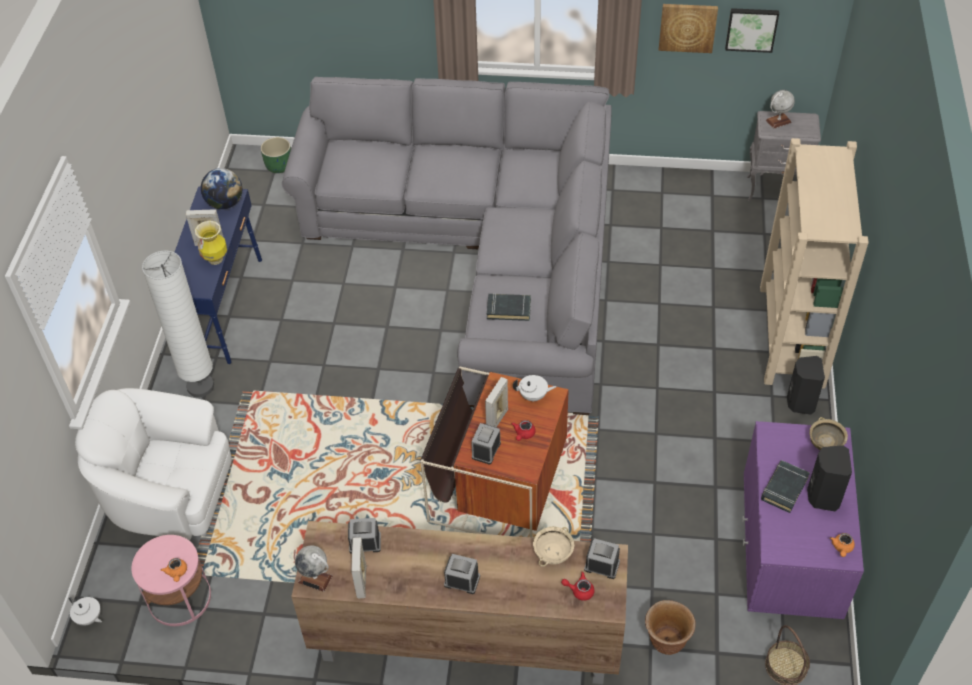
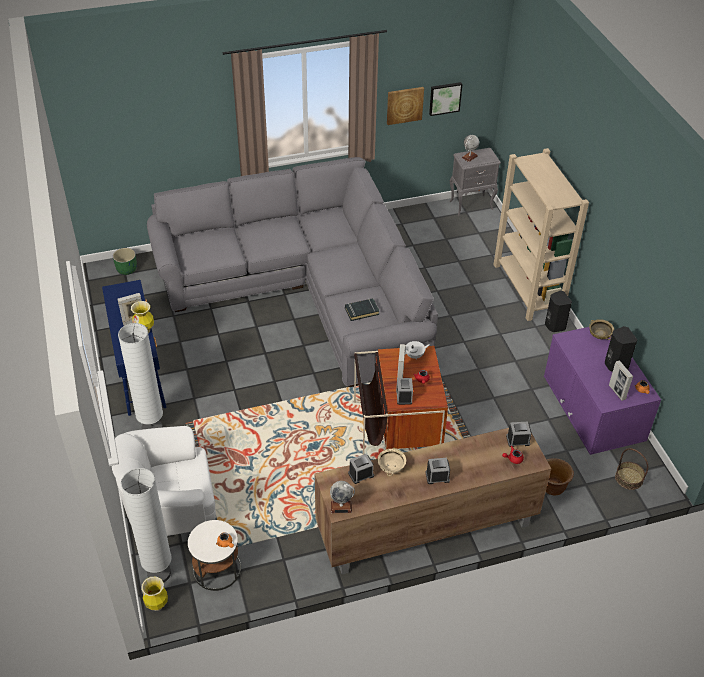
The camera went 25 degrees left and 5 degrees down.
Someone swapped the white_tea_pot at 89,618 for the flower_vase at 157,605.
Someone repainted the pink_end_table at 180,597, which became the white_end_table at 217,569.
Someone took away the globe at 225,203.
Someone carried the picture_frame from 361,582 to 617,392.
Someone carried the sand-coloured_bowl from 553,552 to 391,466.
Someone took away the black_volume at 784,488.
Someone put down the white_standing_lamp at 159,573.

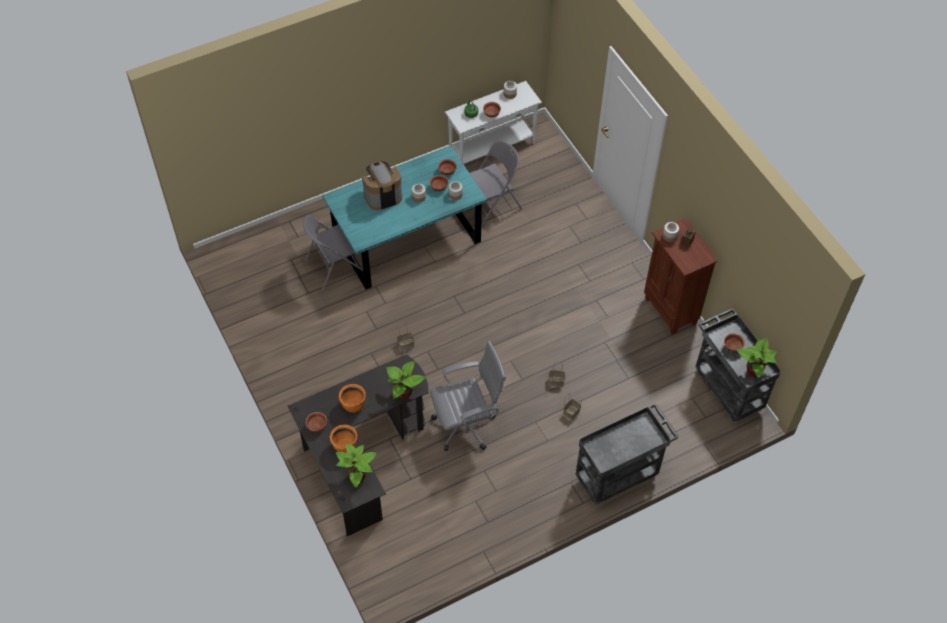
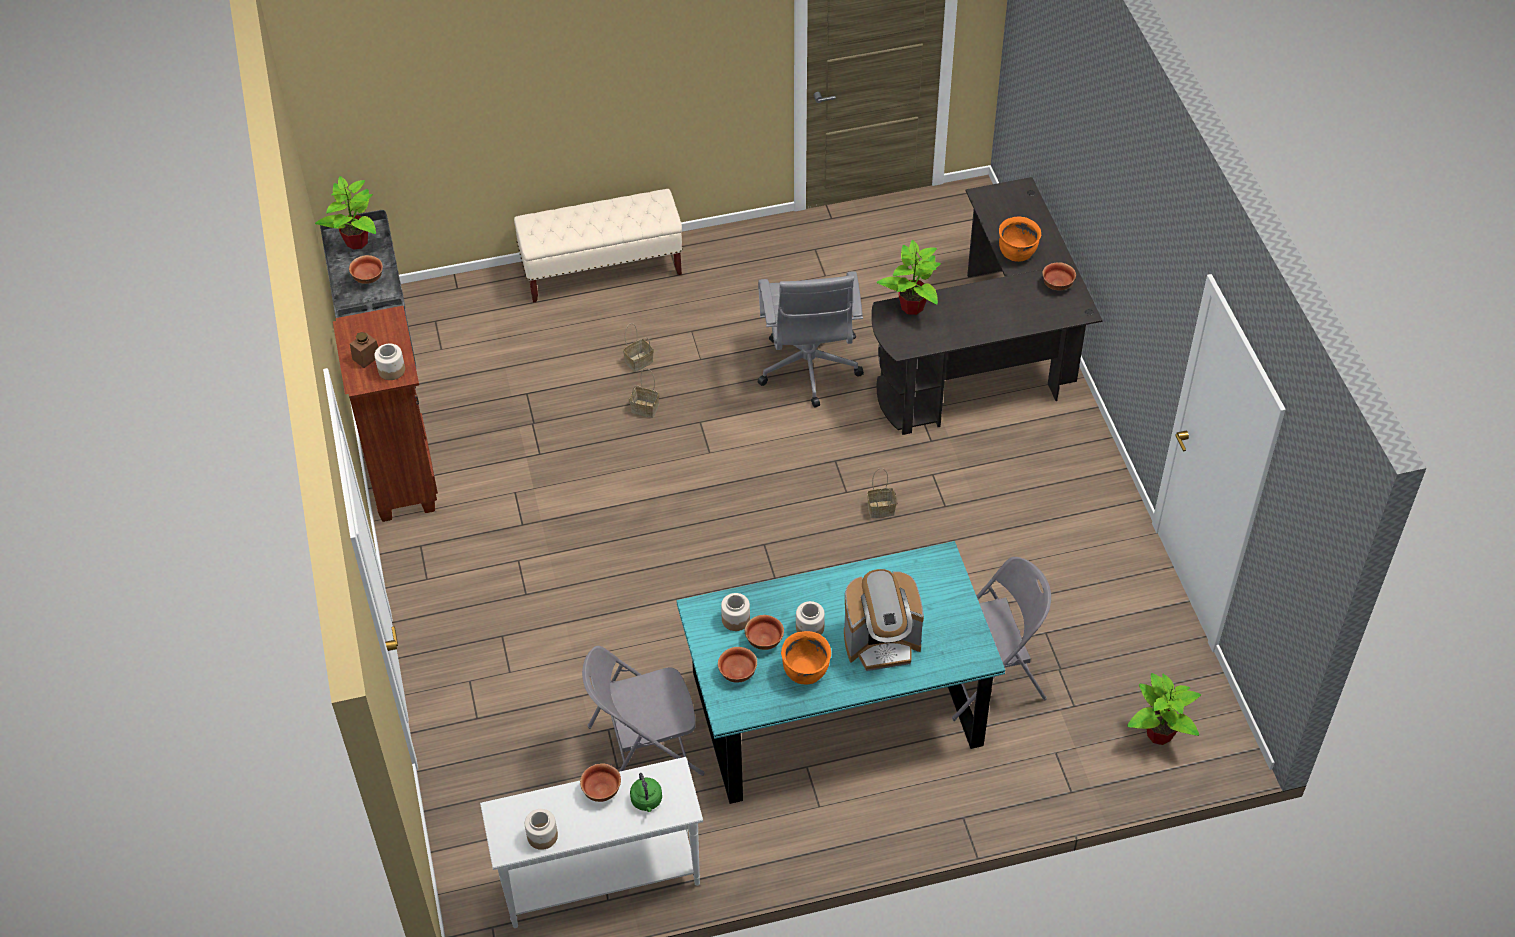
The camera went 165 degrees left and 5 degrees down.
Someone carried the plant_in_a_pot from 358,476 to 1158,733.
Someone carried the orangey_stockpot from 353,405 to 806,672.
Someone rotated the gray_computer_chair at 467,425 by 90 degrees counterclockwise.
Someone swapped the black_trolley at 619,476 for the sand-coloured_indoor_bench at 602,269.

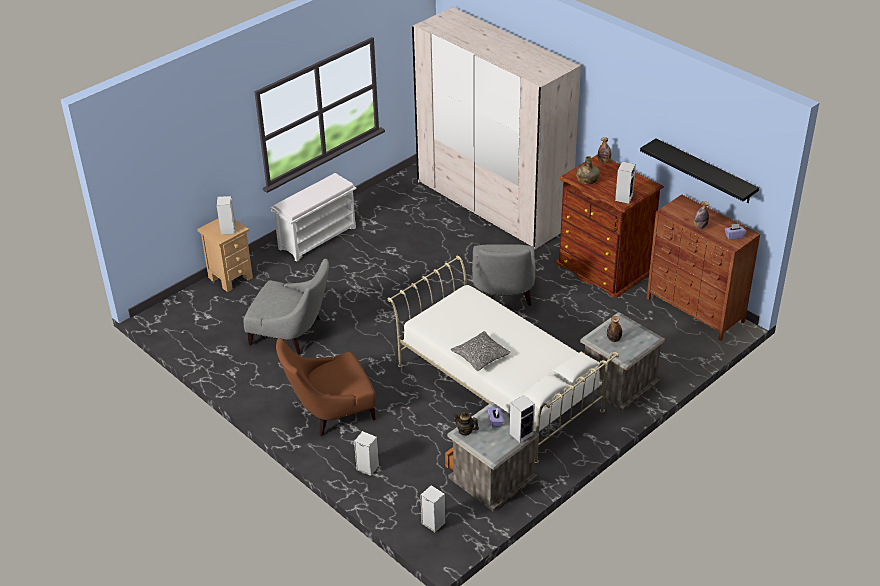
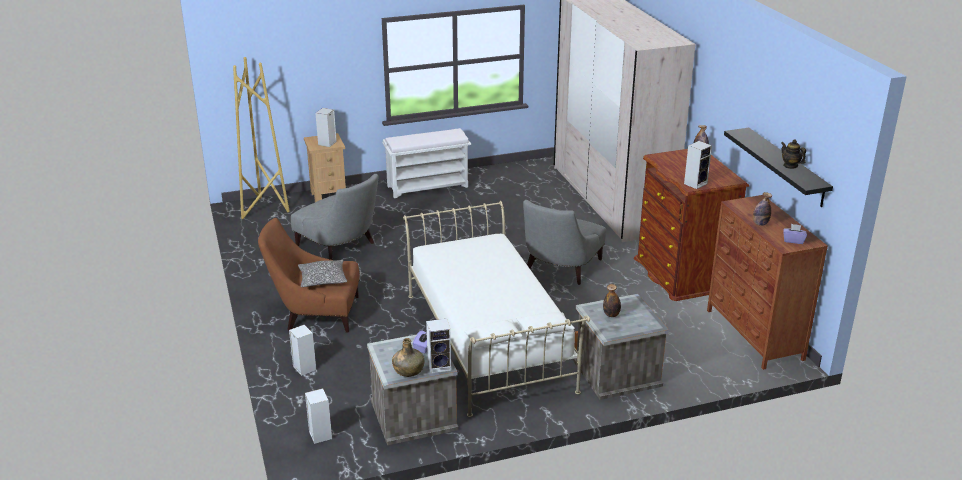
The camera went 25 degrees right and 10 degrees down.
Someone carried the cushion from 480,356 to 322,279.
Someone carried the tea_pot from 465,431 to 790,166.
Someone carried the green-coloured_beverage_bottle from 587,180 to 408,370.
Someone put down the yellow_garment_rack at 264,209.

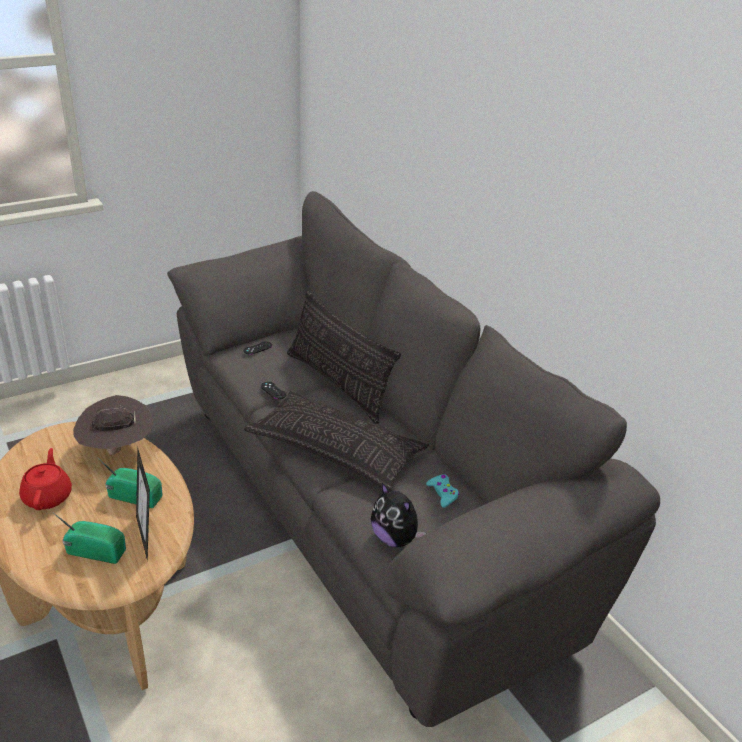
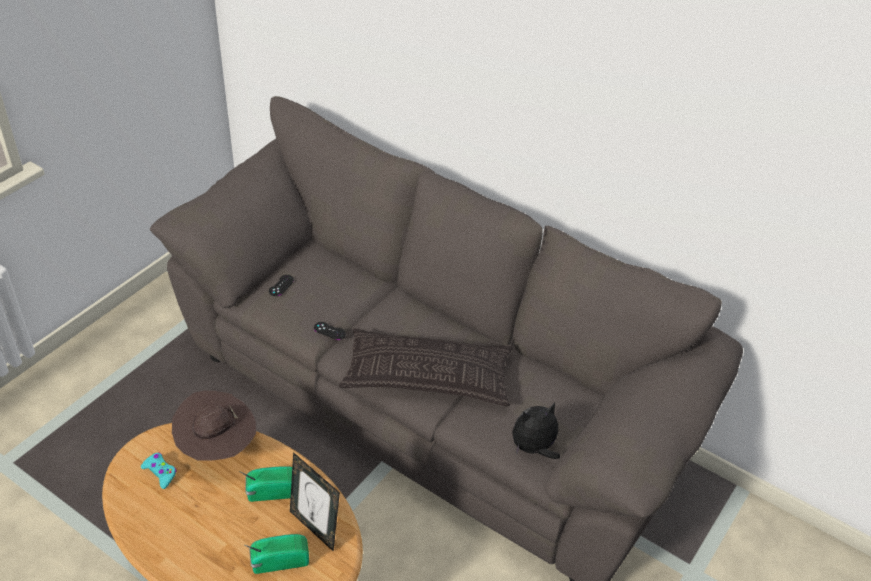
The camera went 25 degrees left and 10 degrees up.
Someone took away the red-coloured_tea_pot at 48,496.
Someone took away the cushion at 338,384.
Someone rotated the plush_toy at 395,538 by 135 degrees clockwise.
Someone carried the turquoise-coloured_gamepad from 443,494 to 160,472.

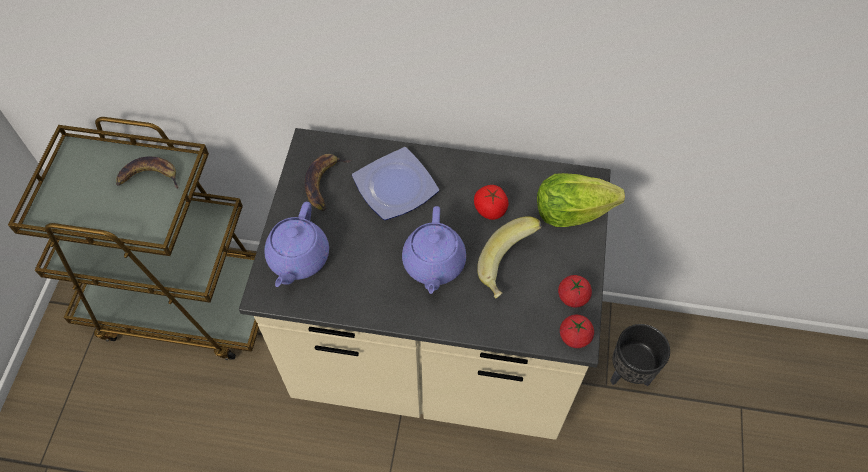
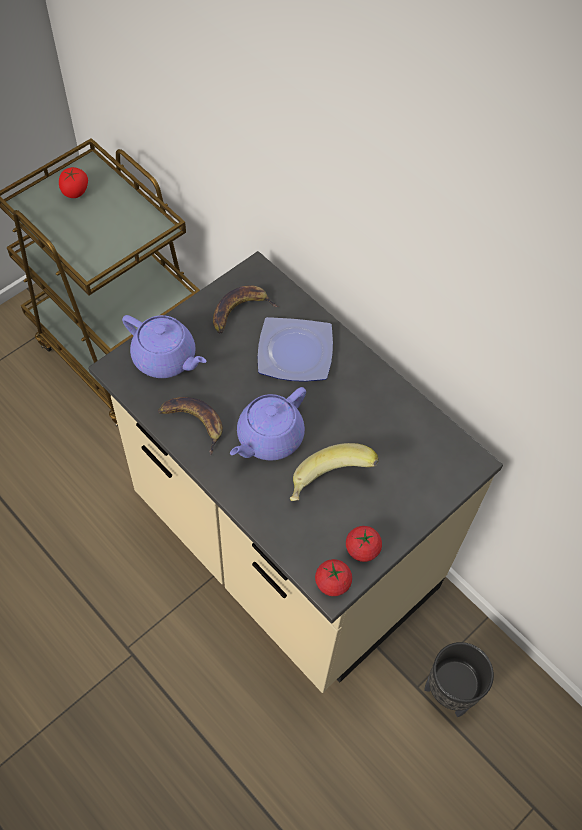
The camera went 35 degrees right and 0 degrees up.
Someone carried the whole_banana from 149,176 to 194,423.
Someone rotated the purplish_tea_pot at 298,259 by 105 degrees counterclockwise.
Someone carried the whole_tomato from 490,209 to 75,191.
Someone took away the head_of_lettuce at 571,212.

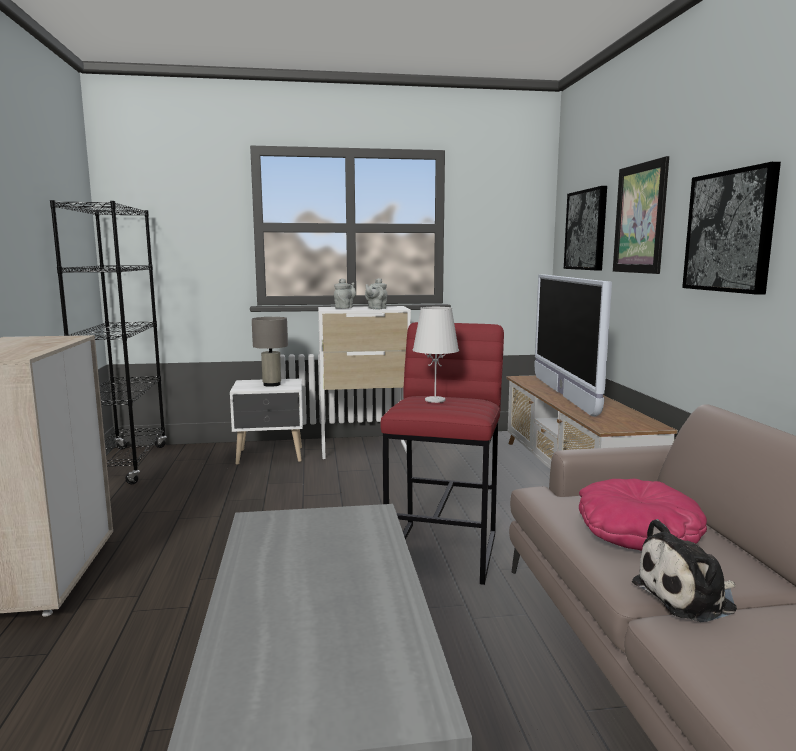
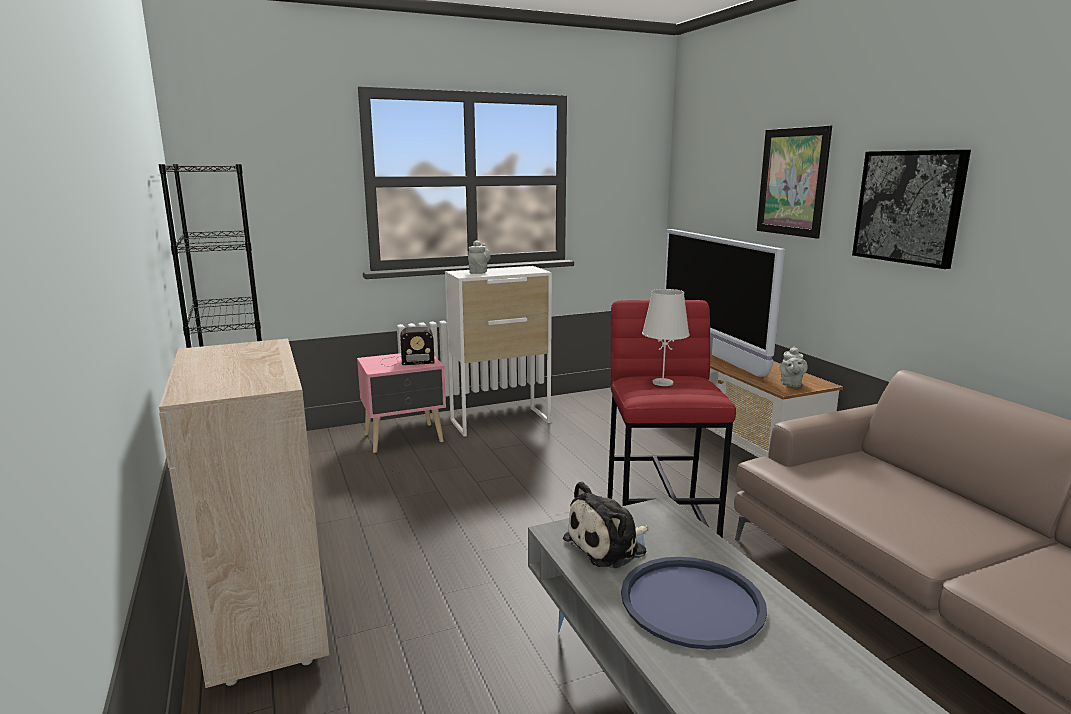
The camera went 15 degrees left and 5 degrees up.
Someone repainted the white_night_table at 271,456, which became the pink_night_table at 405,438.
Someone swapped the gray_lamp_for_a_table at 272,384 for the radio_set at 405,361.
Someone carried the gray_tea_pot from 376,308 to 790,384.
Someone took away the picture at 586,230.
Someone took away the pink_cushion at 639,532.
Someone carried the plush_toy from 688,597 to 609,545.
Someone put down the blue-coloured_tray at 692,602.

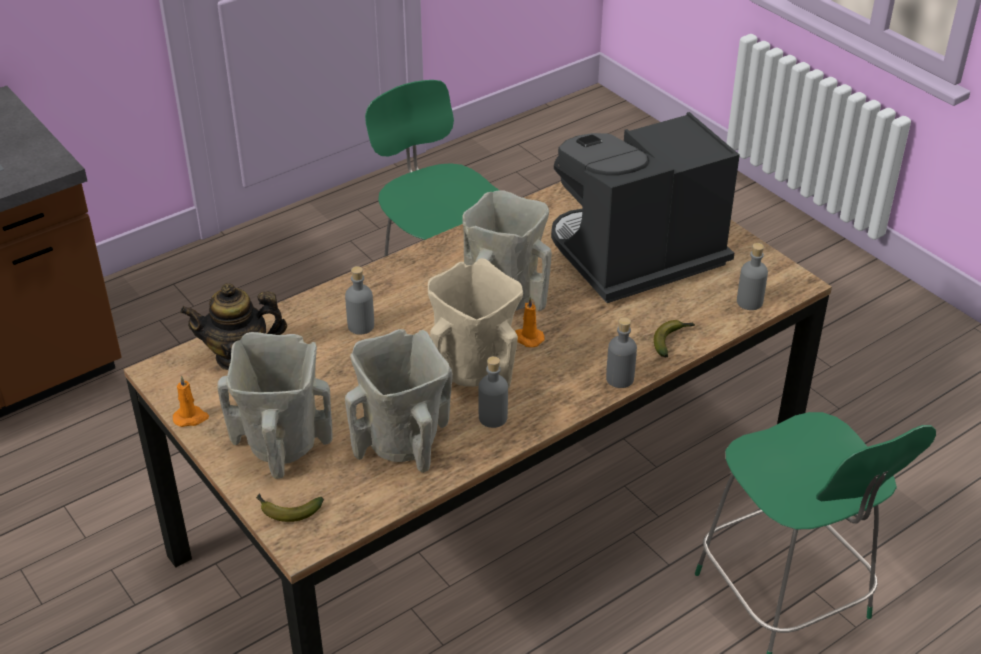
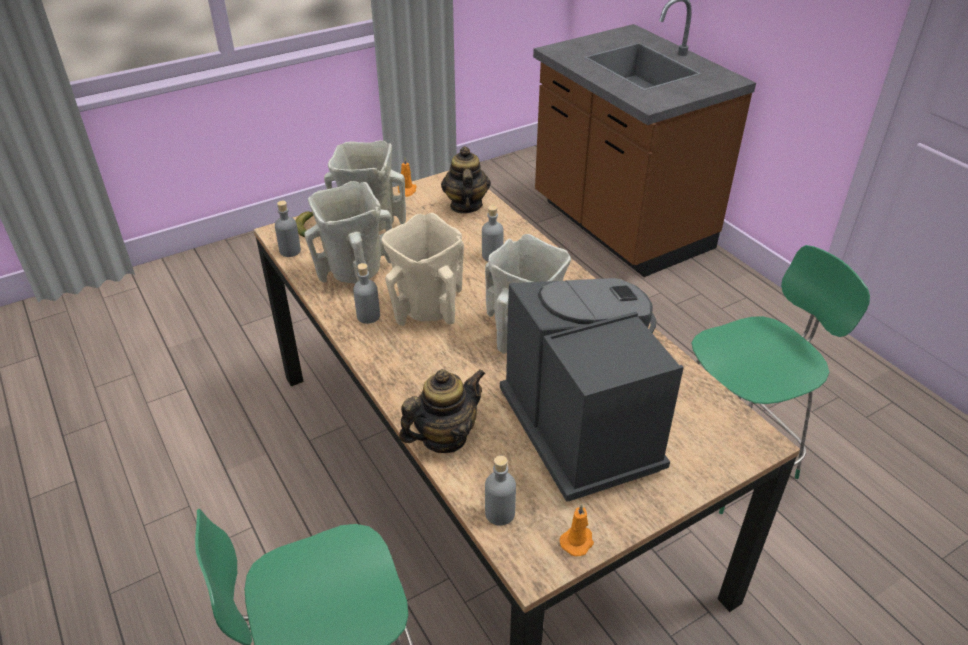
The camera went 95 degrees right and 0 degrees up.
Someone carried the orangey_wax_light from 528,338 to 577,541.
Someone carried the gray_beverage_bottle from 620,378 to 290,251.
Someone swapped the whole_banana at 672,341 for the tea_pot at 444,437.

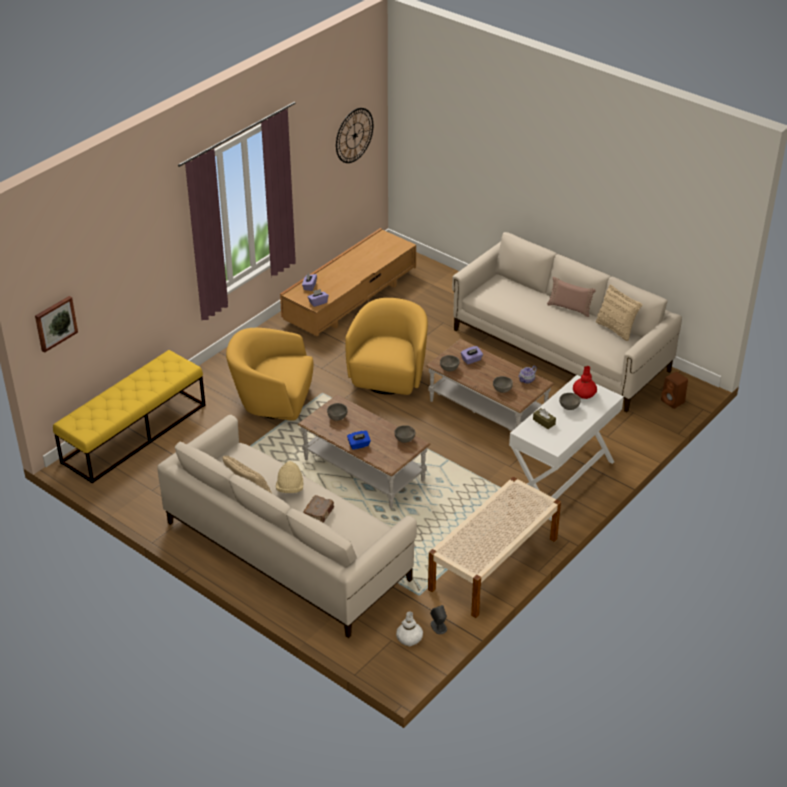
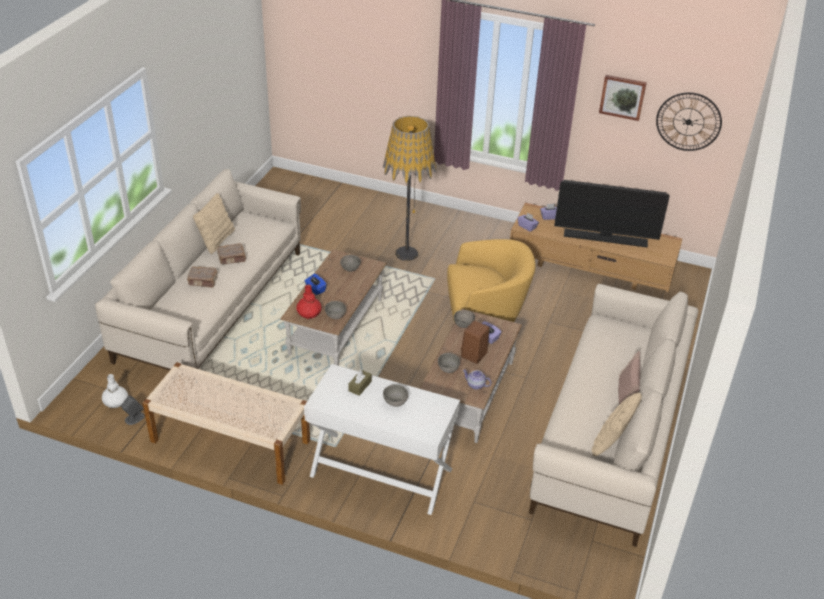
The camera went 70 degrees right and 0 degrees up.
Someone carried the picture from 55,323 to 622,97.
Someone took away the yellow_indoor_bench at 135,433.
Someone swapped the yellow_lounge_chair at 273,402 for the standing_lamp at 406,253.
Someone swapped the sand-coloured_hat at 290,488 for the brown_volume at 232,258.
Someone carried the red-coloured_flower_vase from 584,393 to 309,313.
Someone carried the brown_loudspeaker from 673,402 to 473,355.
Someone put down the TV at 605,238.

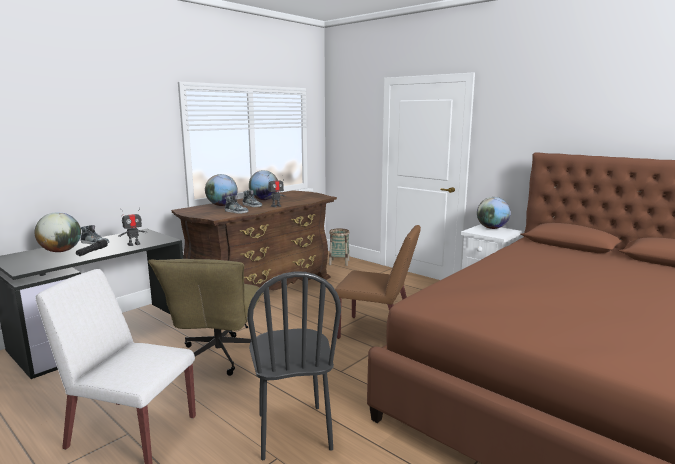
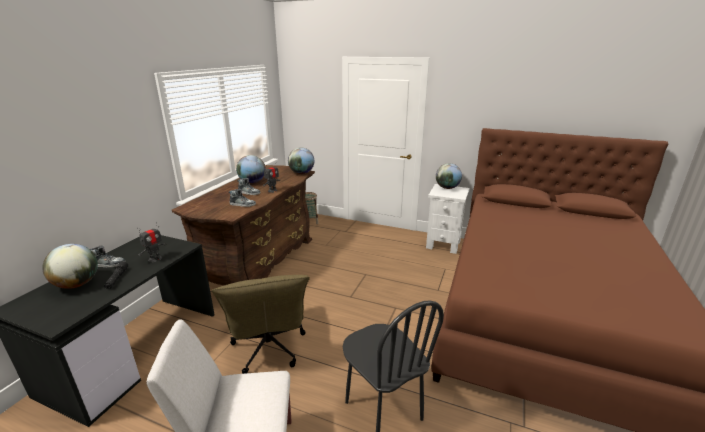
The camera went 20 degrees left and 10 degrees up.
Someone carried the globe from 222,205 to 301,173.
Someone took away the brown_chair at 377,332.

